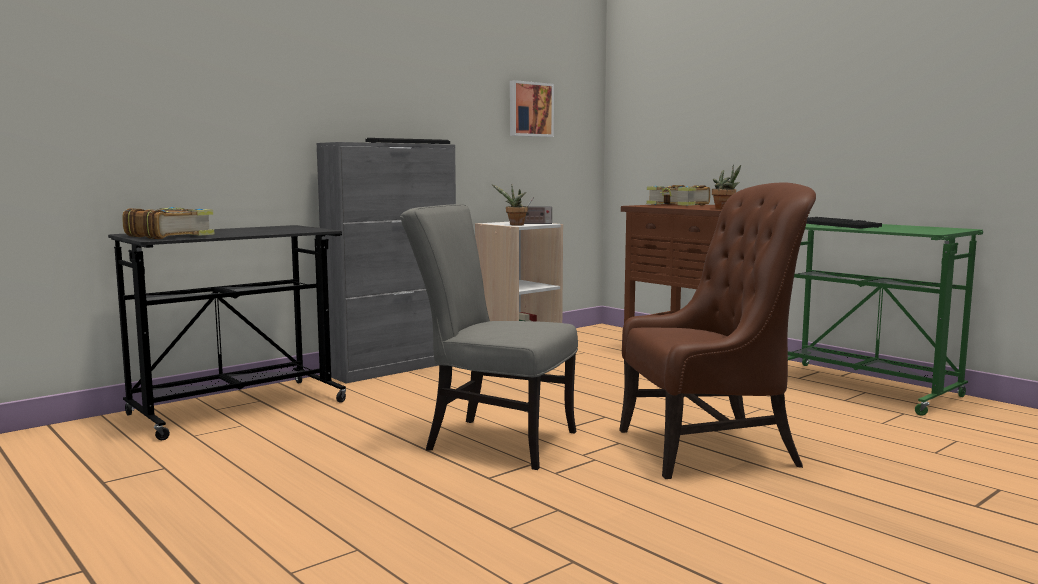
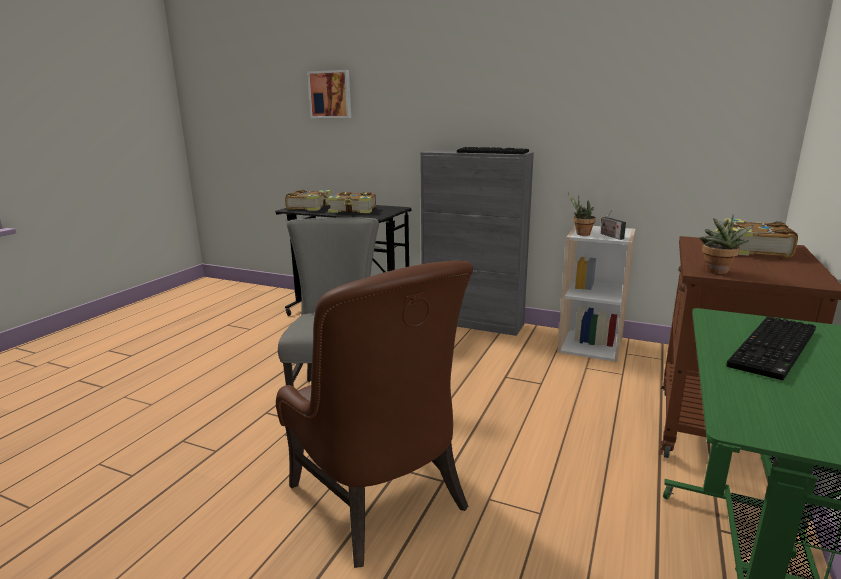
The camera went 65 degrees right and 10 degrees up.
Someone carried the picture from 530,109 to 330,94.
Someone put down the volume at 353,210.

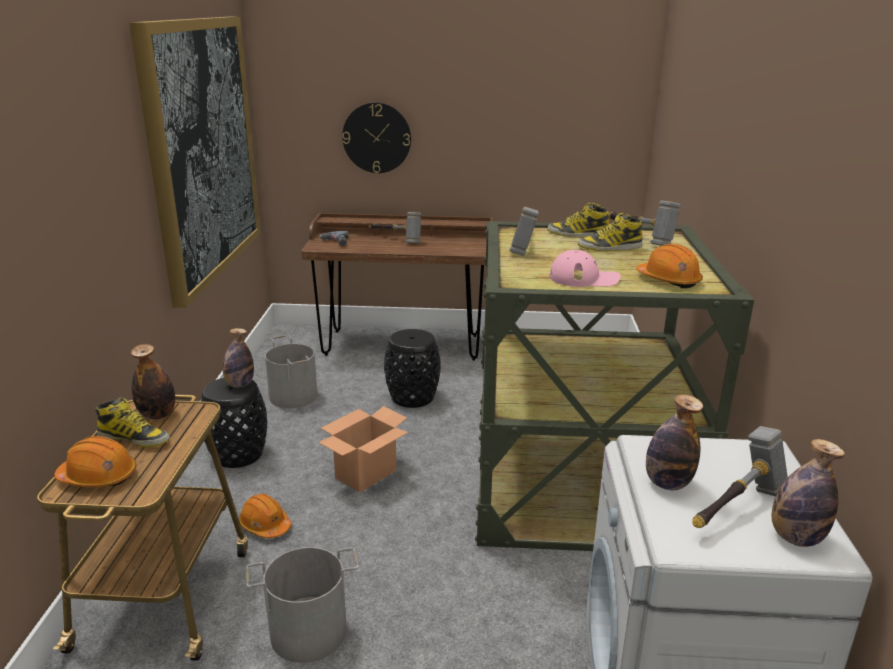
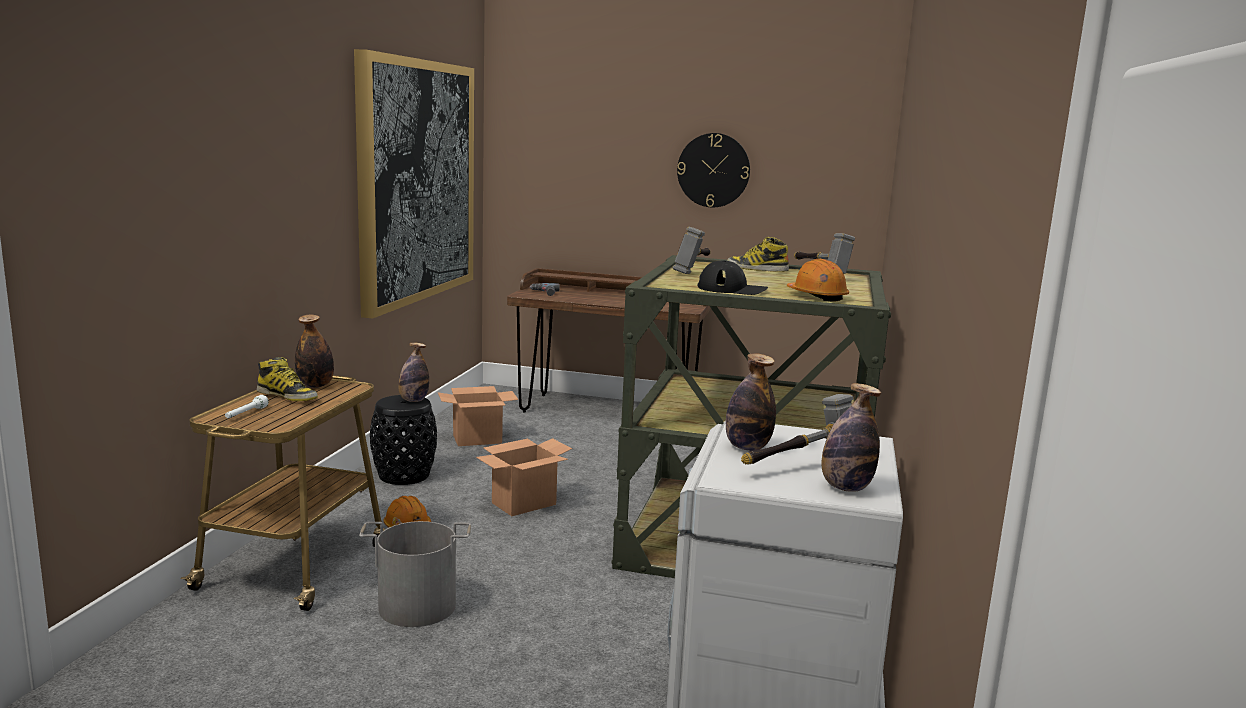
The camera went 10 degrees right and 10 degrees down.
Someone swapped the orangey_hard_hat at 98,477 for the white_torch at 246,414.
Someone swapped the gray_water_bucket at 294,396 for the cardboard_box at 478,439.
Someone carried the wall_clock from 377,138 to 713,170.
Someone took away the hand_hammer at 395,239.
Someone took away the black_stool at 412,397.
Someone repainted the pink_peaked_cap at 584,278, which became the black_peaked_cap at 732,289.
Someone took away the boot at 609,247.

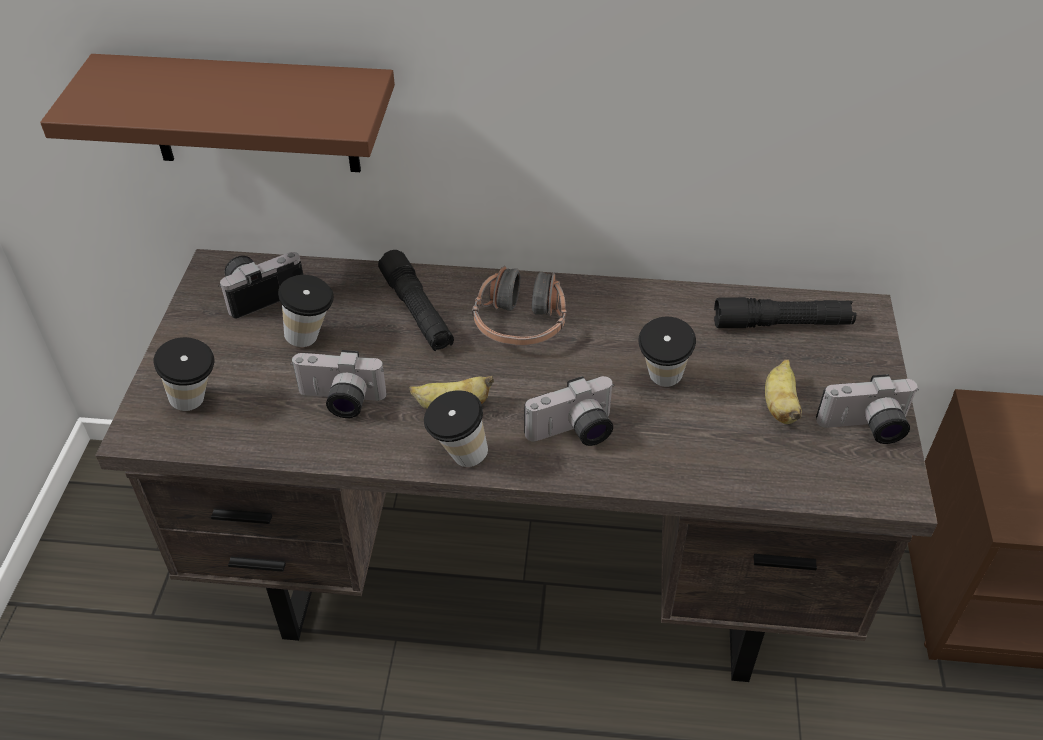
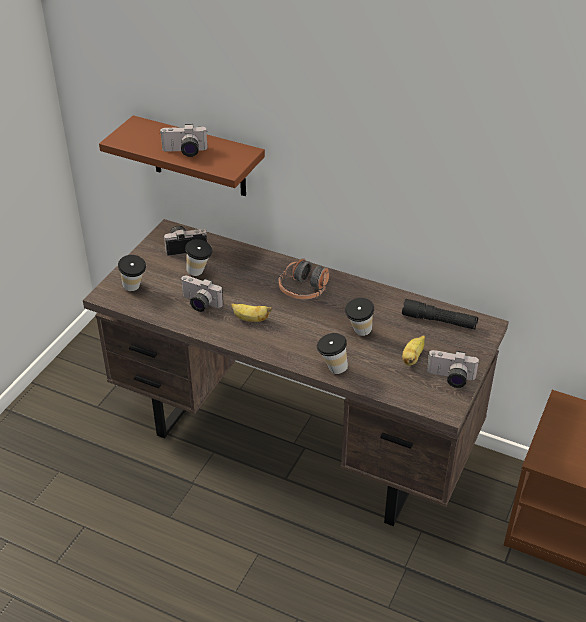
The camera went 20 degrees right and 5 degrees down.
Someone took away the black_torch at 417,311.
Someone carried the drinking_cup from 458,458 to 331,369.
Someone carried the still_camera from 573,433 to 184,152.

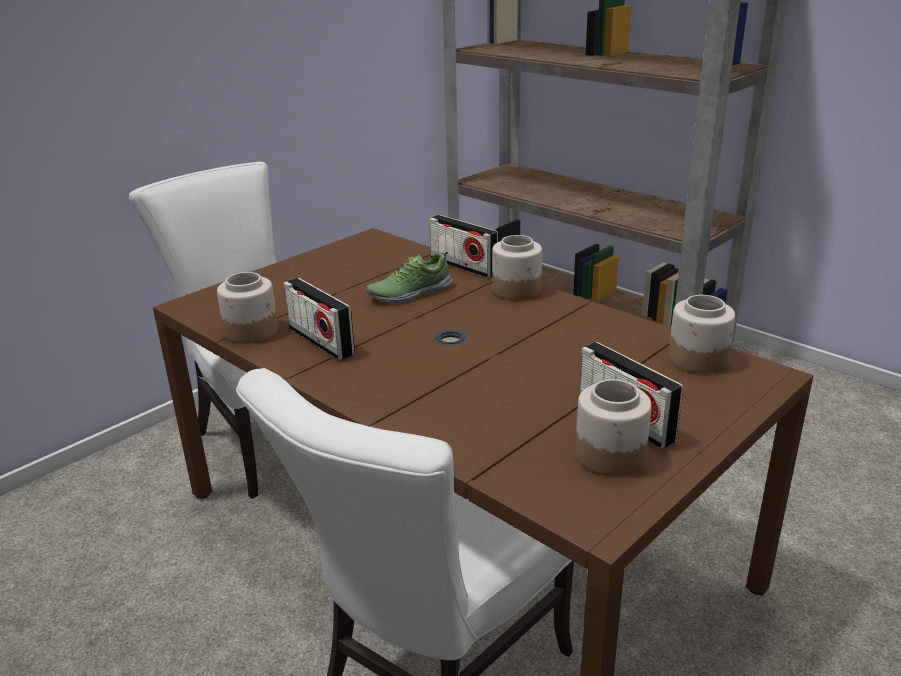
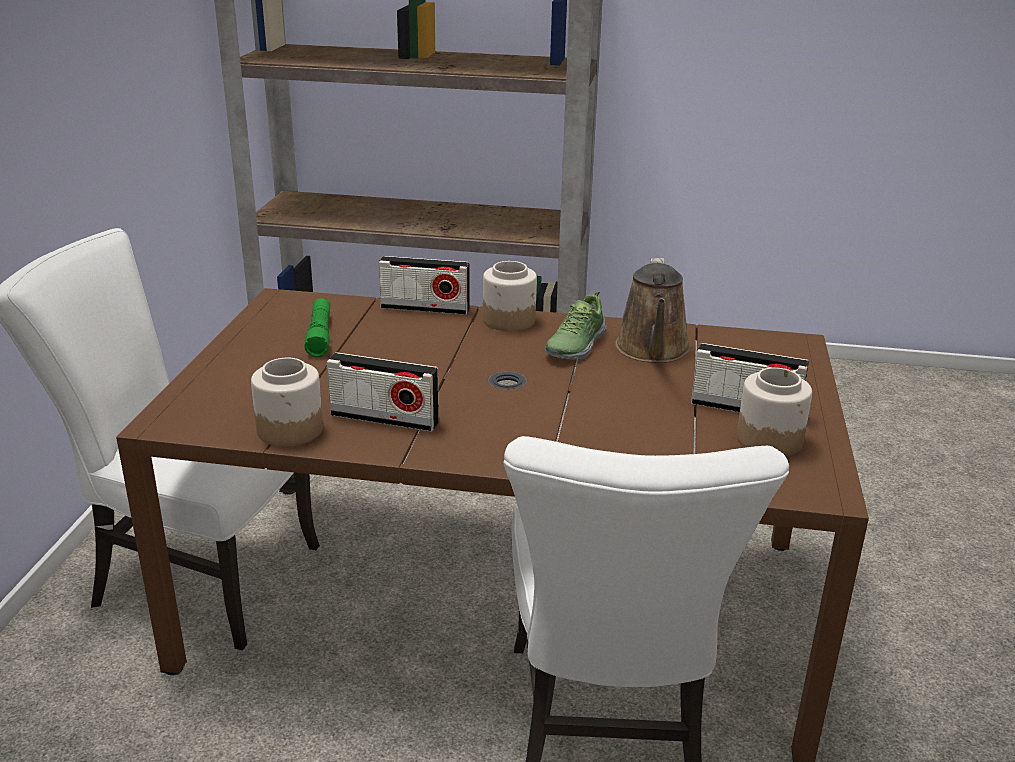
The camera went 35 degrees left and 0 degrees up.
Someone carried the low_shoe from 409,293 to 575,345.
Someone took away the jar at 698,359.
Someone put down the green-coloured_torch at 320,335.
Someone put down the brown_watering_can at 652,350.

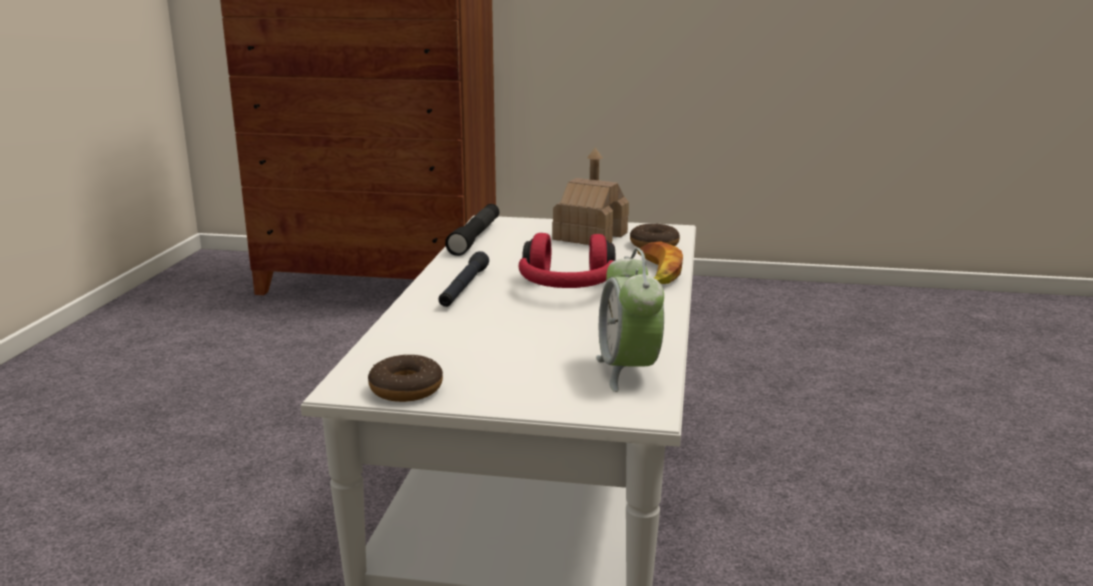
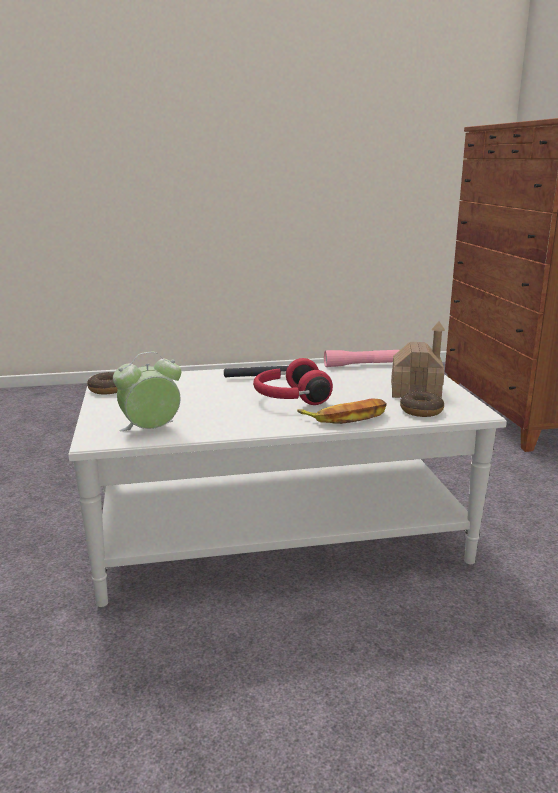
The camera went 70 degrees right and 0 degrees up.
Someone repainted the black_torch at 475,237, which became the pink_torch at 368,365.

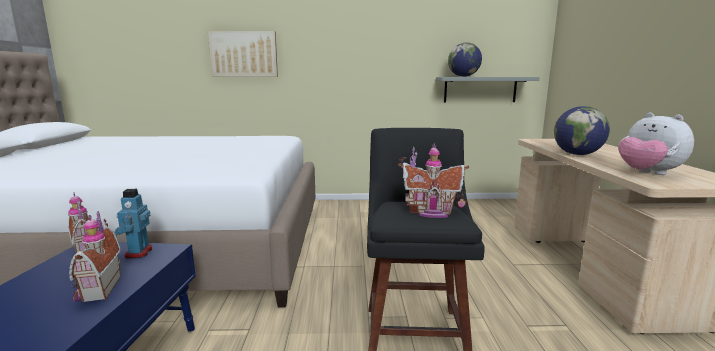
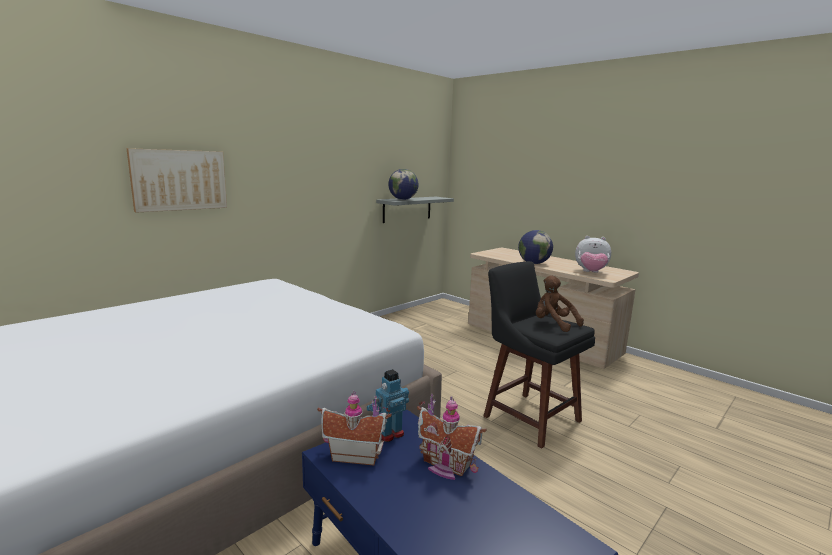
The camera went 45 degrees left and 0 degrees up.
Someone rotated the robot_figure at 138,253 by 105 degrees clockwise.
Someone swapped the model_house at 431,212 for the brown_plush_toy at 553,324.

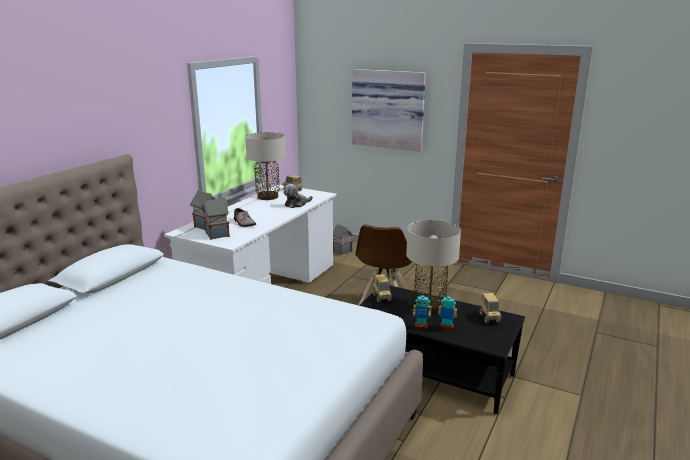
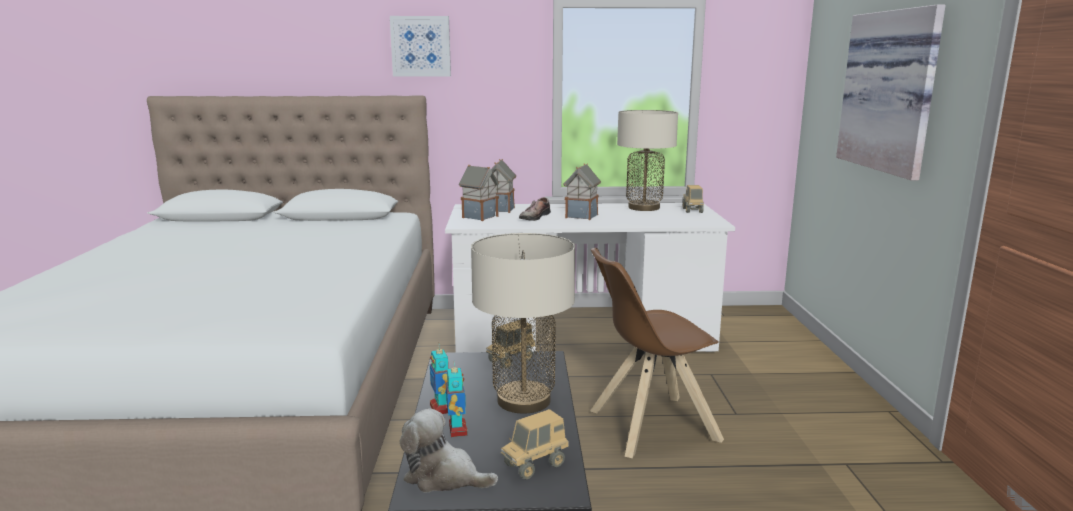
The camera went 60 degrees right and 5 degrees down.
Someone carried the plush_toy from 296,204 to 444,477.
Someone carried the model_house from 341,251 to 581,216.
Someone put up the picture at 421,46.

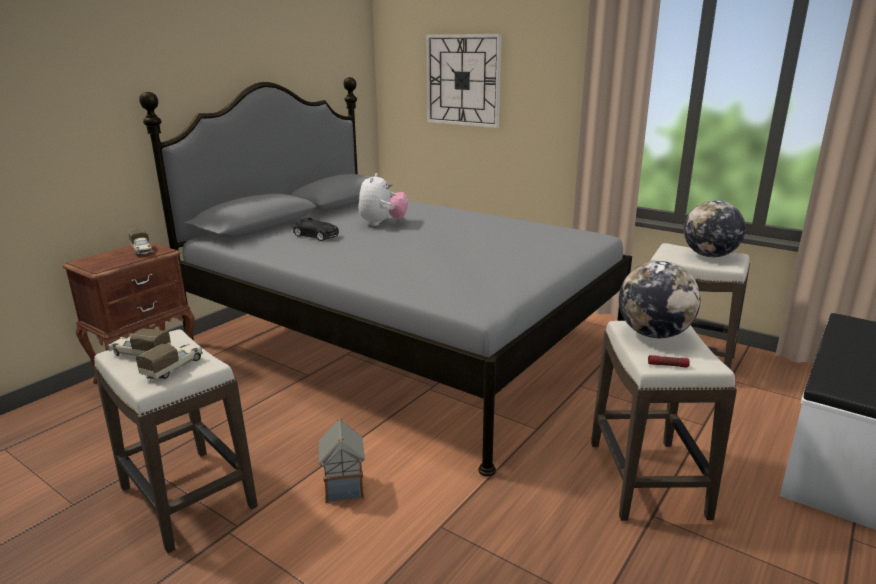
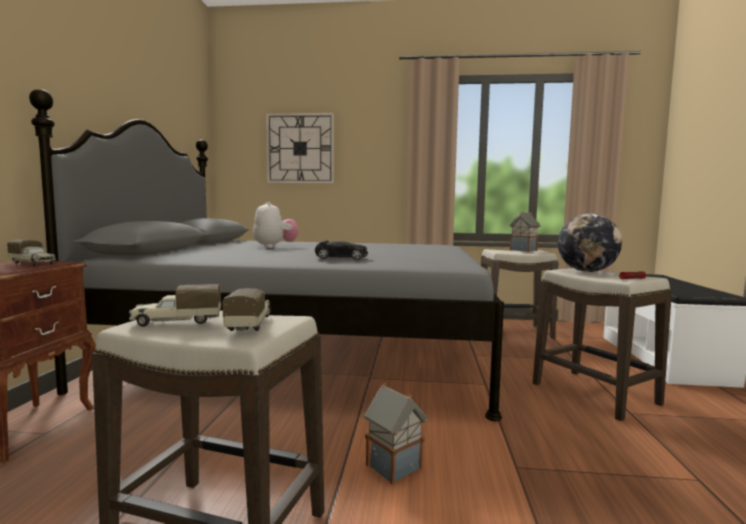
The camera went 30 degrees left and 15 degrees down.
Someone carried the black_model_car from 316,236 to 341,258.
Someone swapped the globe at 709,256 for the model_house at 523,250.

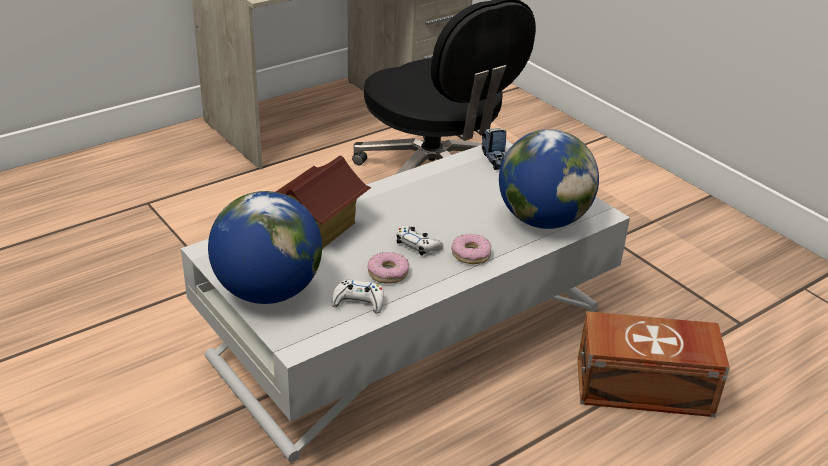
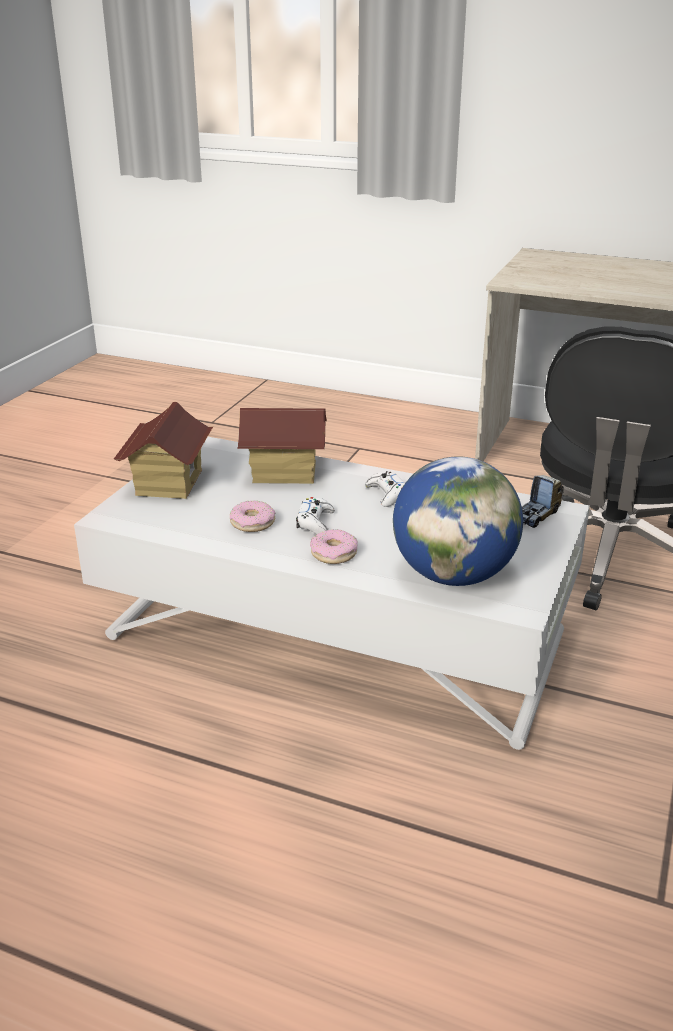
The camera went 60 degrees right and 5 degrees down.
Someone swapped the globe at 268,291 for the model_house at 168,483.
Someone carried the white_gamepad from 359,302 to 387,494.
Someone took away the brown_storage_box at 646,389.

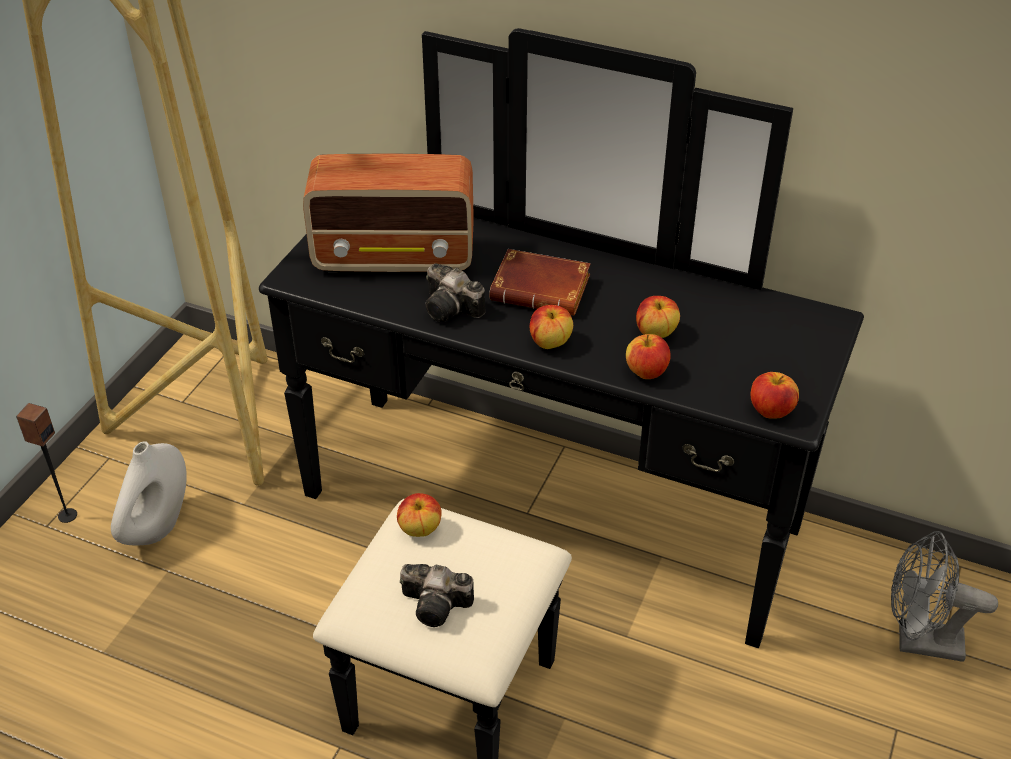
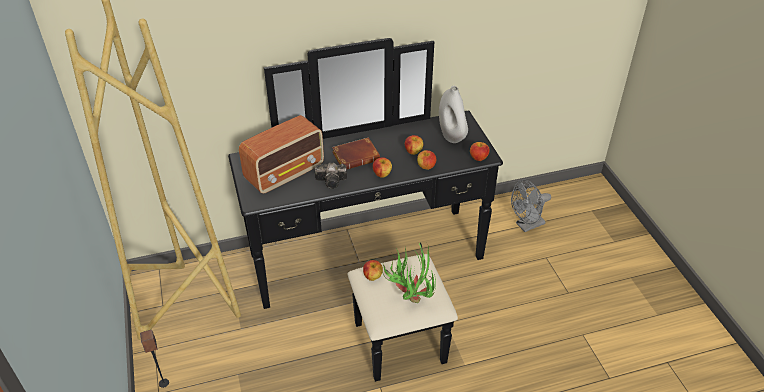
The camera went 40 degrees left and 0 degrees up.
Someone carried the white_flower_vase from 157,528 to 452,136.
Someone swapped the still_camera at 439,605 for the plant_in_a_pot at 409,297.

